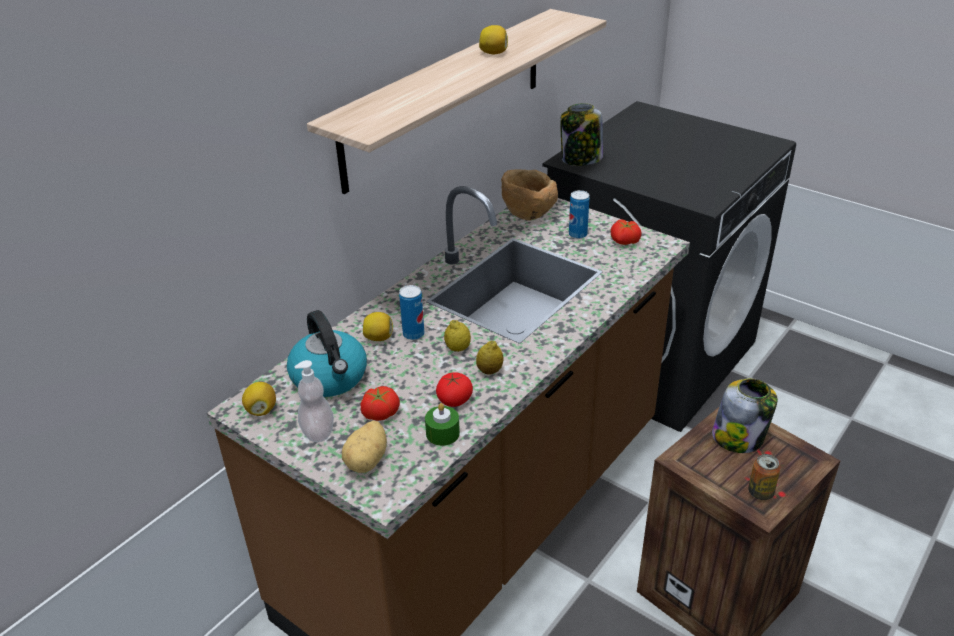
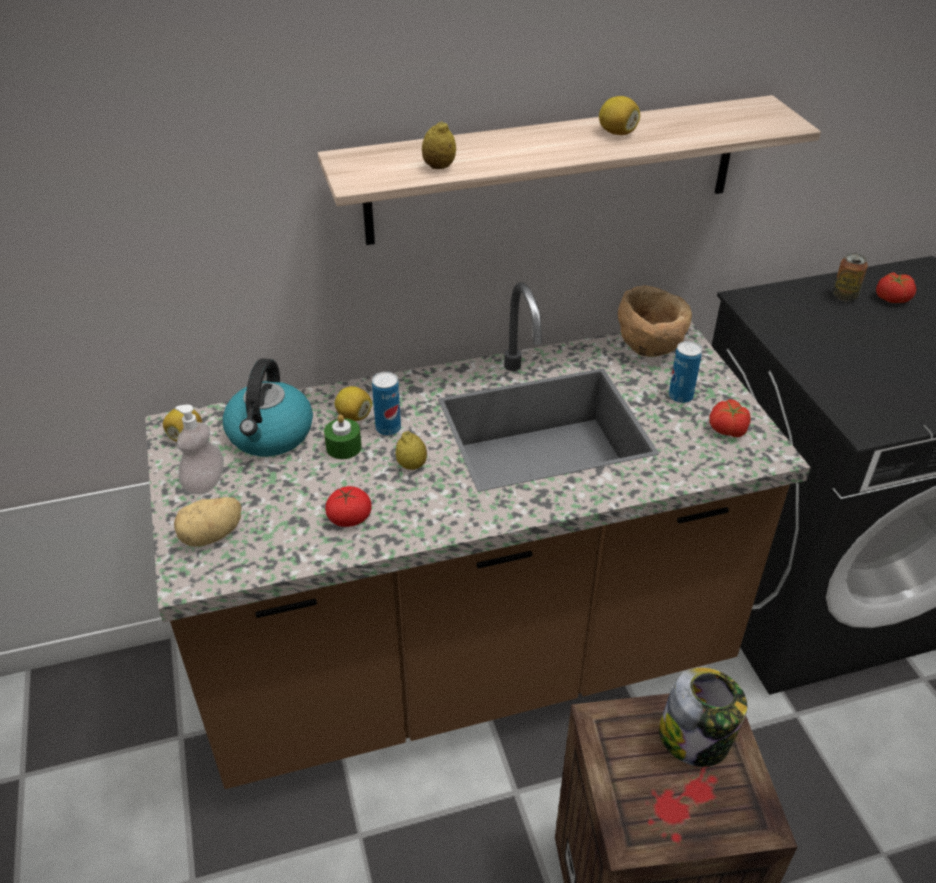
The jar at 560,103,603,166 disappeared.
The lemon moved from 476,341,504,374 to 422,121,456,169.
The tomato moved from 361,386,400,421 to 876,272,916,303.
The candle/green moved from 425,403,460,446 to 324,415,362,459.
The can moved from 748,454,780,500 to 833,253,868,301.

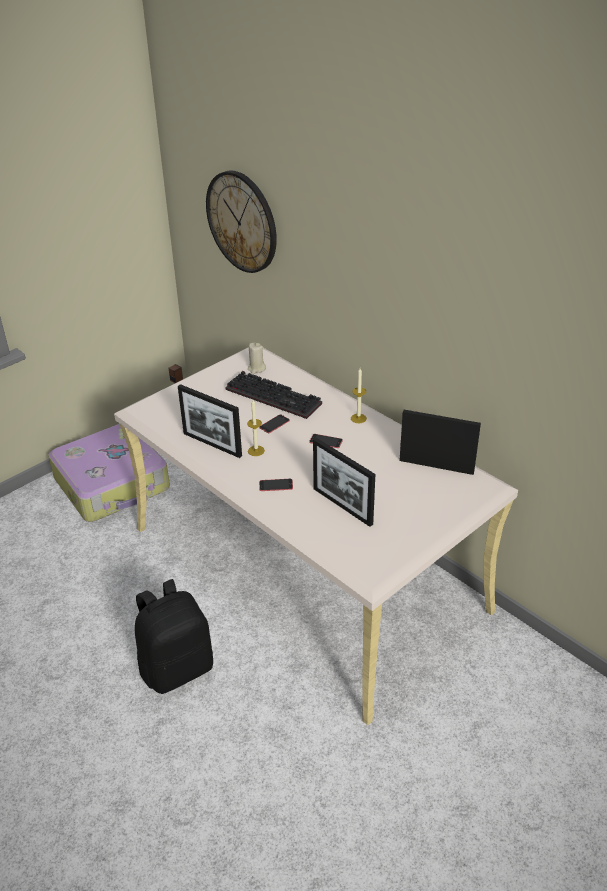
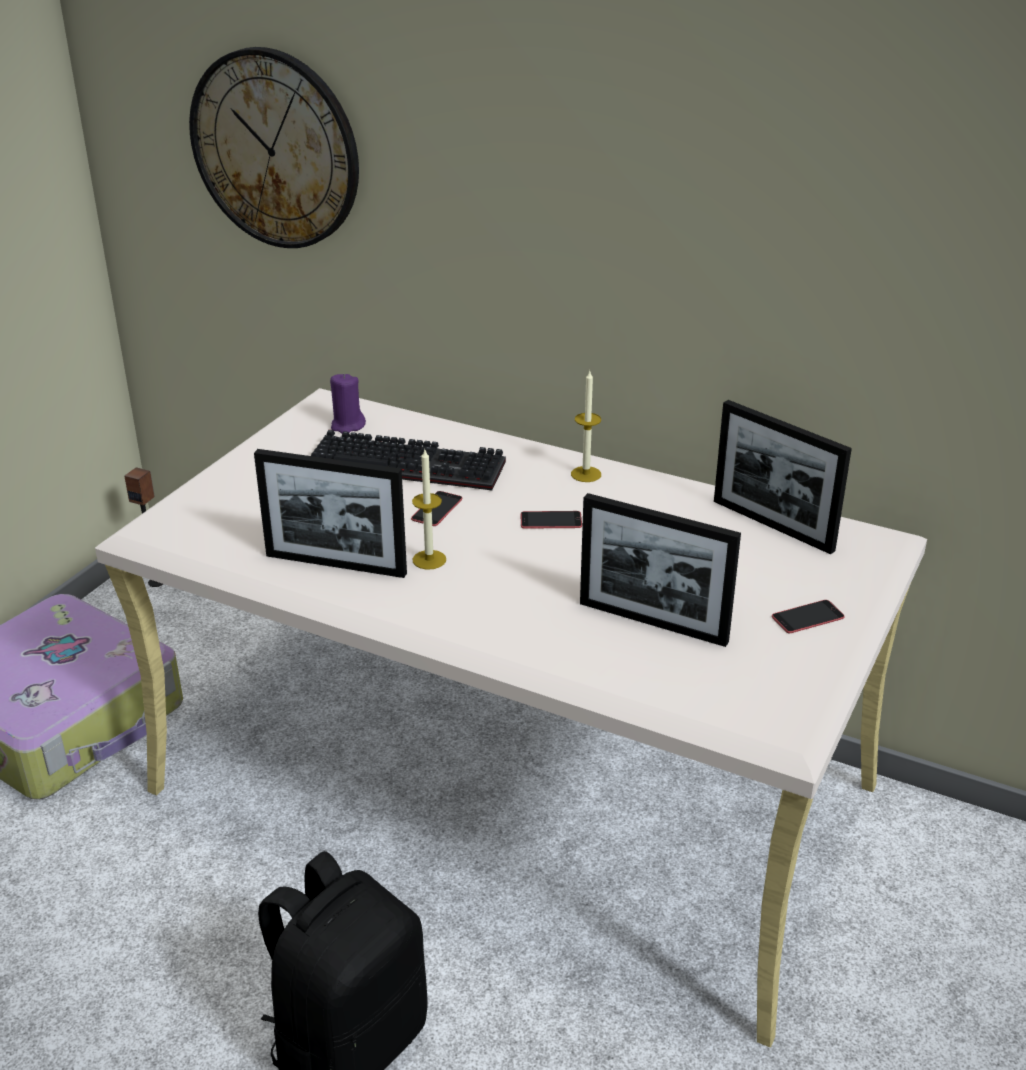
The candle/beige at 248,343,266,374 became the candle/purple at 330,373,366,434.
The picture frame at 399,410,481,475 turned 135 degrees counterclockwise.
The phone moved from 259,479,293,491 to 772,600,845,633.

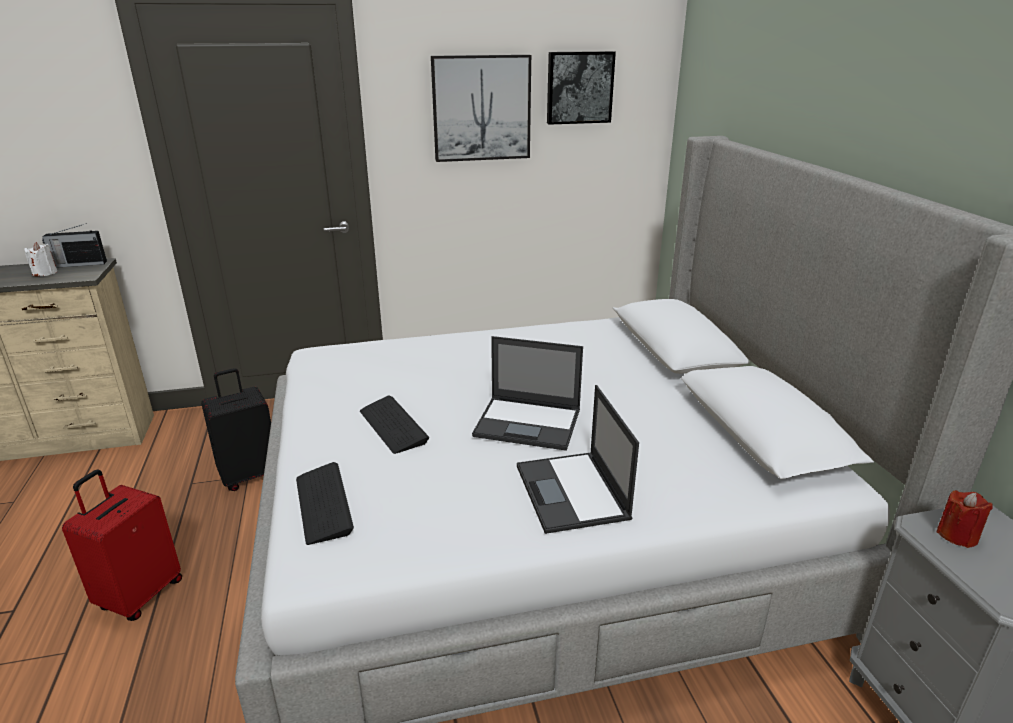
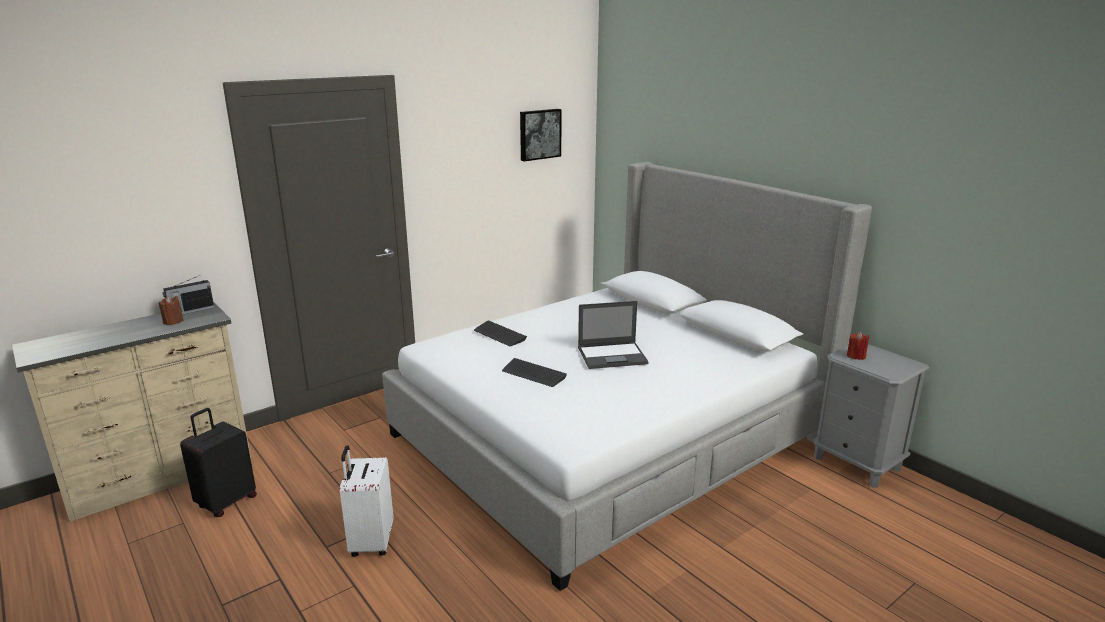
The picture at 431,55,531,162 disappeared.
The candle/white at 24,242,57,276 became the candle/brown at 159,296,184,325.
The suitcase/black moved from 201,368,271,491 to 180,408,257,517.
The laptop at 517,385,639,534 disappeared.
The keyboard moved from 296,462,354,545 to 474,320,527,346.
The suitcase/red at 62,470,182,621 became the suitcase/white at 340,445,393,557.

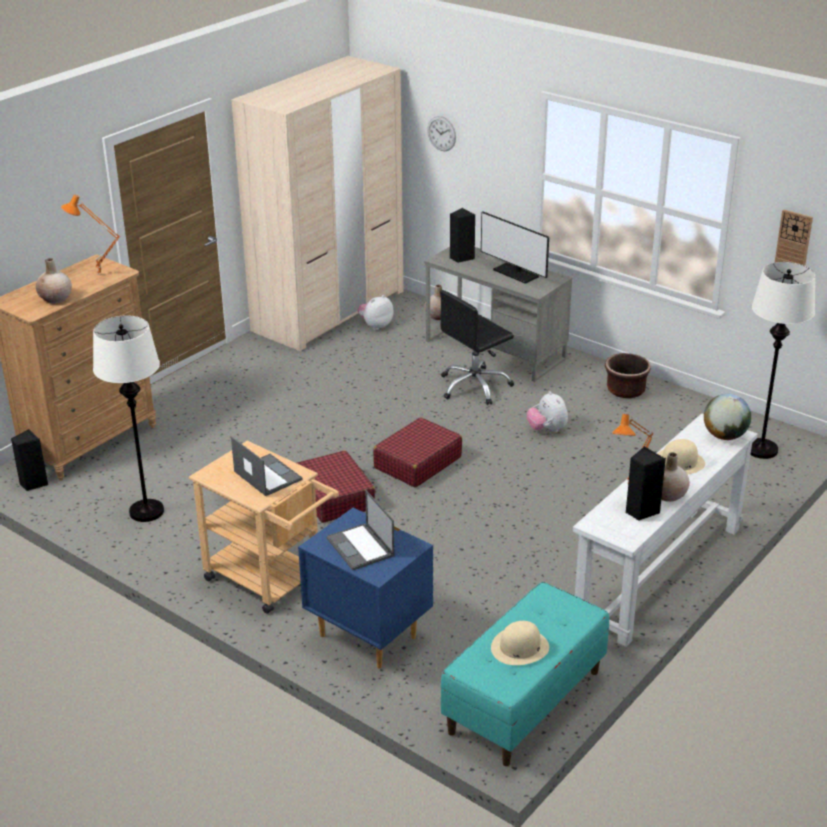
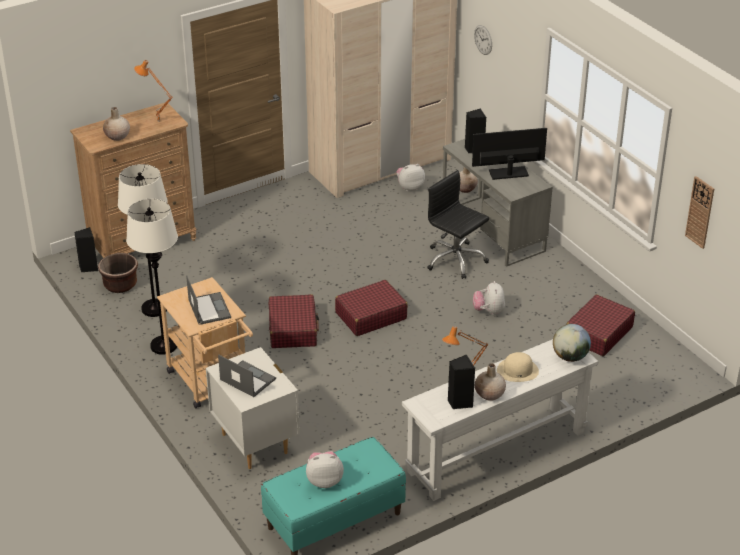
The monitor at 481,211,549,284 turned 105 degrees clockwise.
The floor lamp/white moved from 750,262,815,459 to 126,199,178,355.
The office chair/black at 440,290,514,405 turned 60 degrees clockwise.
The planter/brown moved from 605,353,651,398 to 98,253,138,293.
The laptop at 326,490,394,570 turned 135 degrees clockwise.
The nightstand/blue at 298,507,433,669 became the nightstand/white at 206,347,300,469.
The hat/beige at 491,621,549,665 was replaced by the plush toy at 306,451,344,488.
The suitcase/red at 566,295,635,356 appeared.

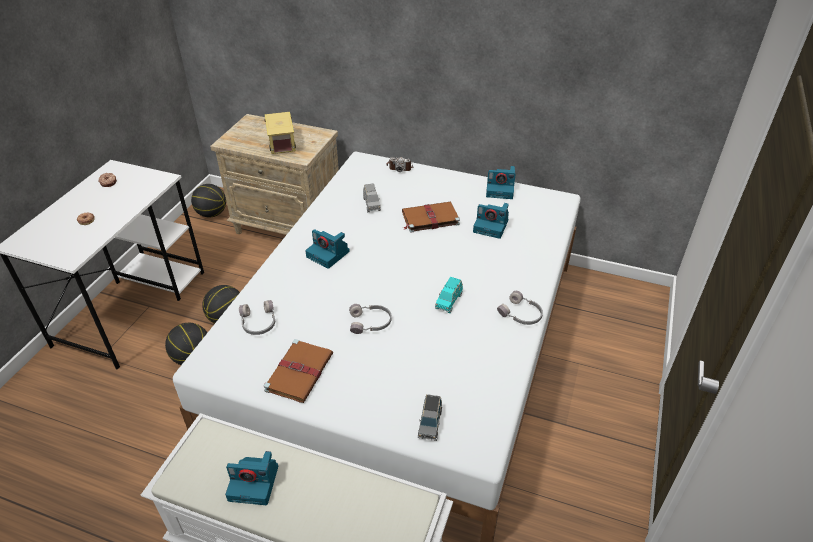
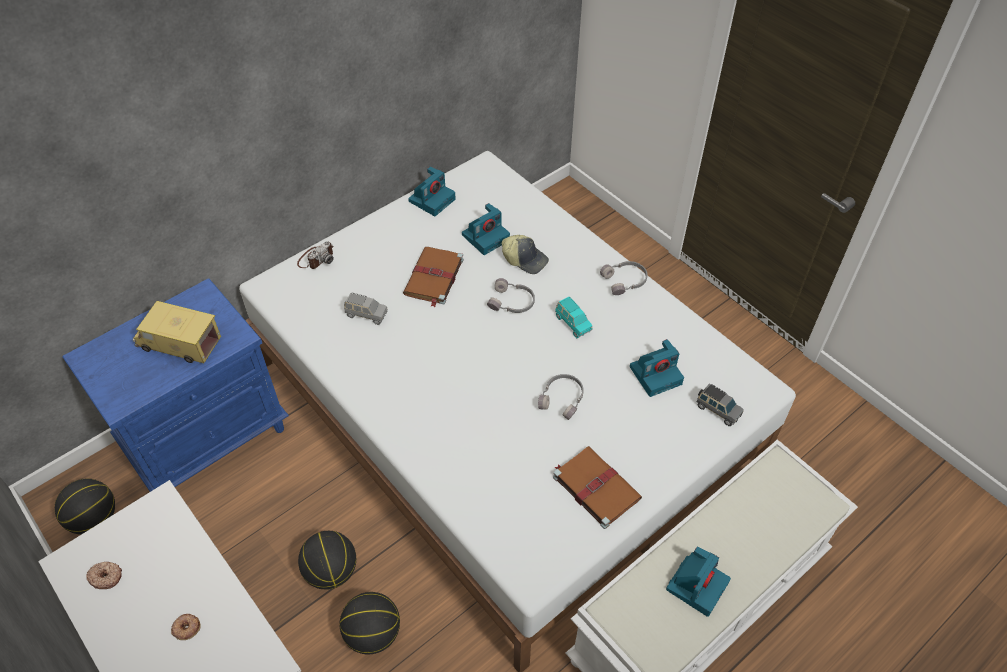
The nightstand/beige at 210,114,339,235 became the nightstand/blue at 62,278,289,492.
The photo camera moved from 305,229,350,269 to 630,339,684,397.
The headphones/grey moved from 239,300,275,335 to 487,278,535,313.
The cap at 502,235,549,274 appeared.

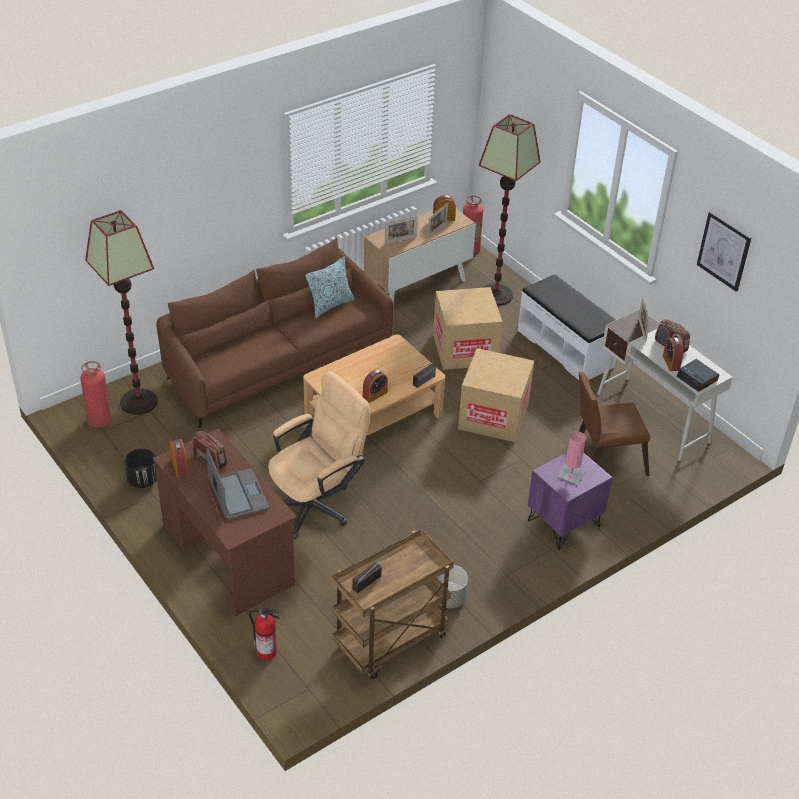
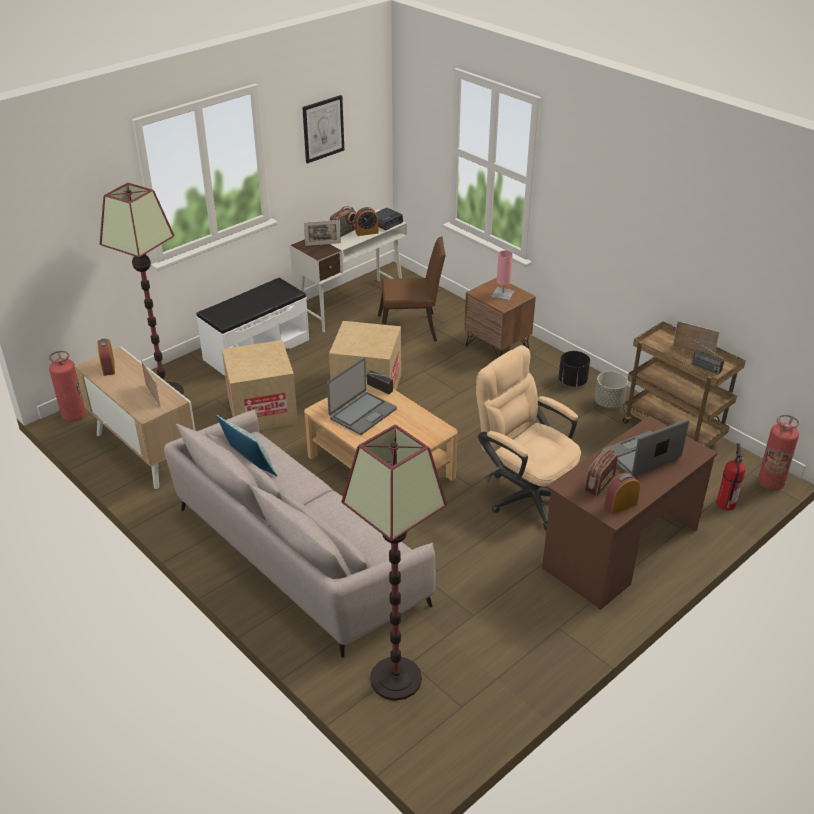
The picture frame moved from 428,203,448,239 to 673,321,720,356.
The sofa/brown at 156,238,394,428 became the sofa/grey at 164,409,435,658.
The fire extinguisher moved from 80,361,111,428 to 758,415,799,491.
The alarm clock at 363,370,388,403 disappeared.
The chair/brown at 578,372,650,476 turned 75 degrees counterclockwise.
The planter/black moved from 124,449,157,488 to 558,351,590,387.
The nightstand/purple at 528,452,612,550 became the nightstand/brown at 464,277,536,358.
The laptop at 327,358,397,435 appeared.

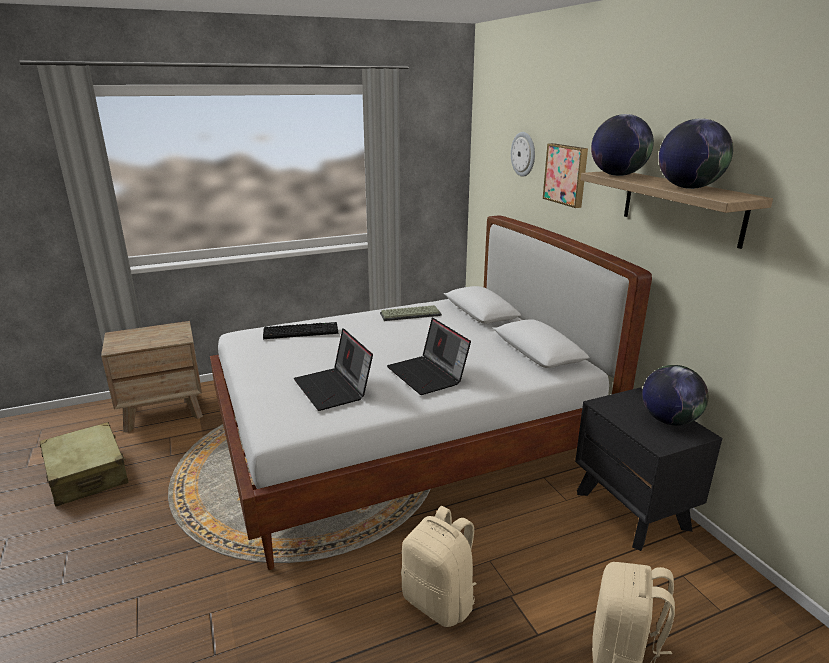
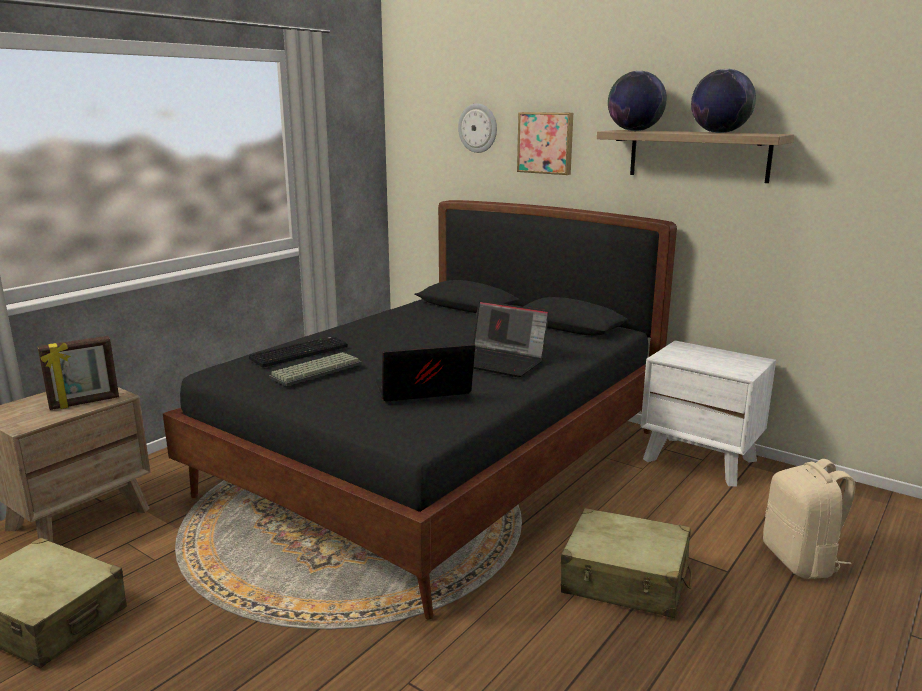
The bed/white at 210,215,652,570 became the bed/black at 163,200,677,620.
The keyboard moved from 380,305,442,321 to 269,352,362,386.
The laptop at 294,328,373,411 turned 135 degrees clockwise.
The globe at 642,365,708,426 disappeared.
The nightstand/black at 575,388,722,551 became the nightstand/white at 641,340,776,487.
The backpack/beige at 401,506,476,627 was replaced by the suitcase/beige at 561,508,692,618.
The picture frame at 37,336,119,410 appeared.

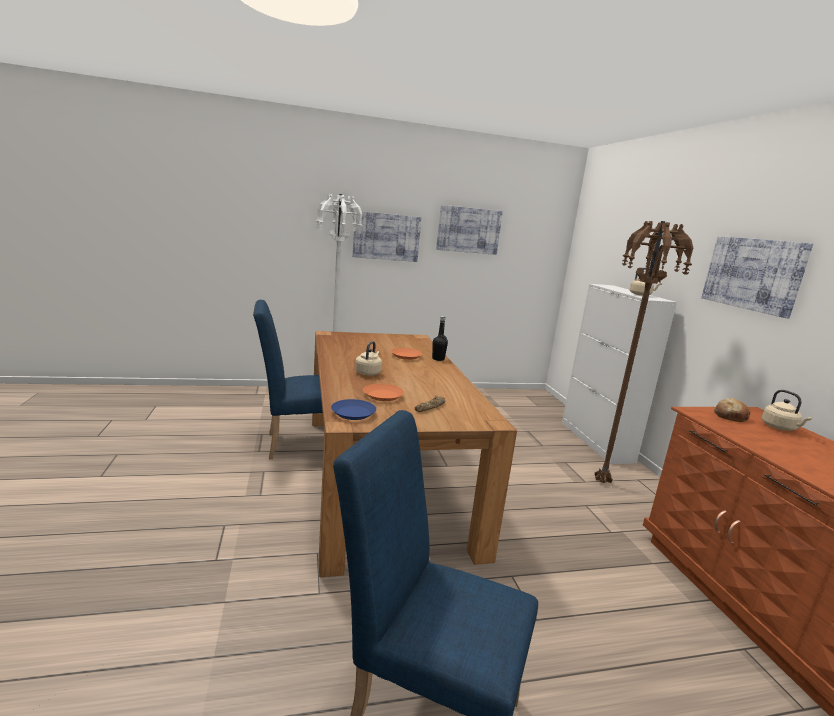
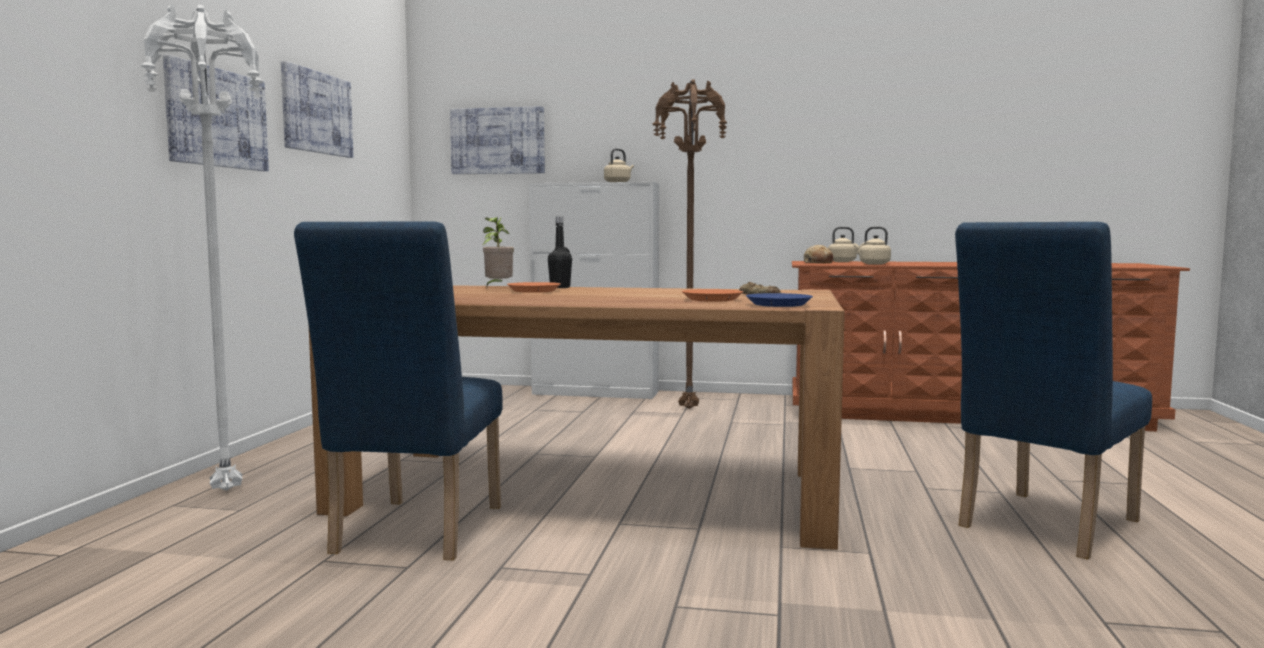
The picture moved from 701,236,813,318 to 450,106,545,174.
The kettle/beige moved from 355,341,382,376 to 854,226,891,265.
The potted plant at 483,217,514,286 appeared.

